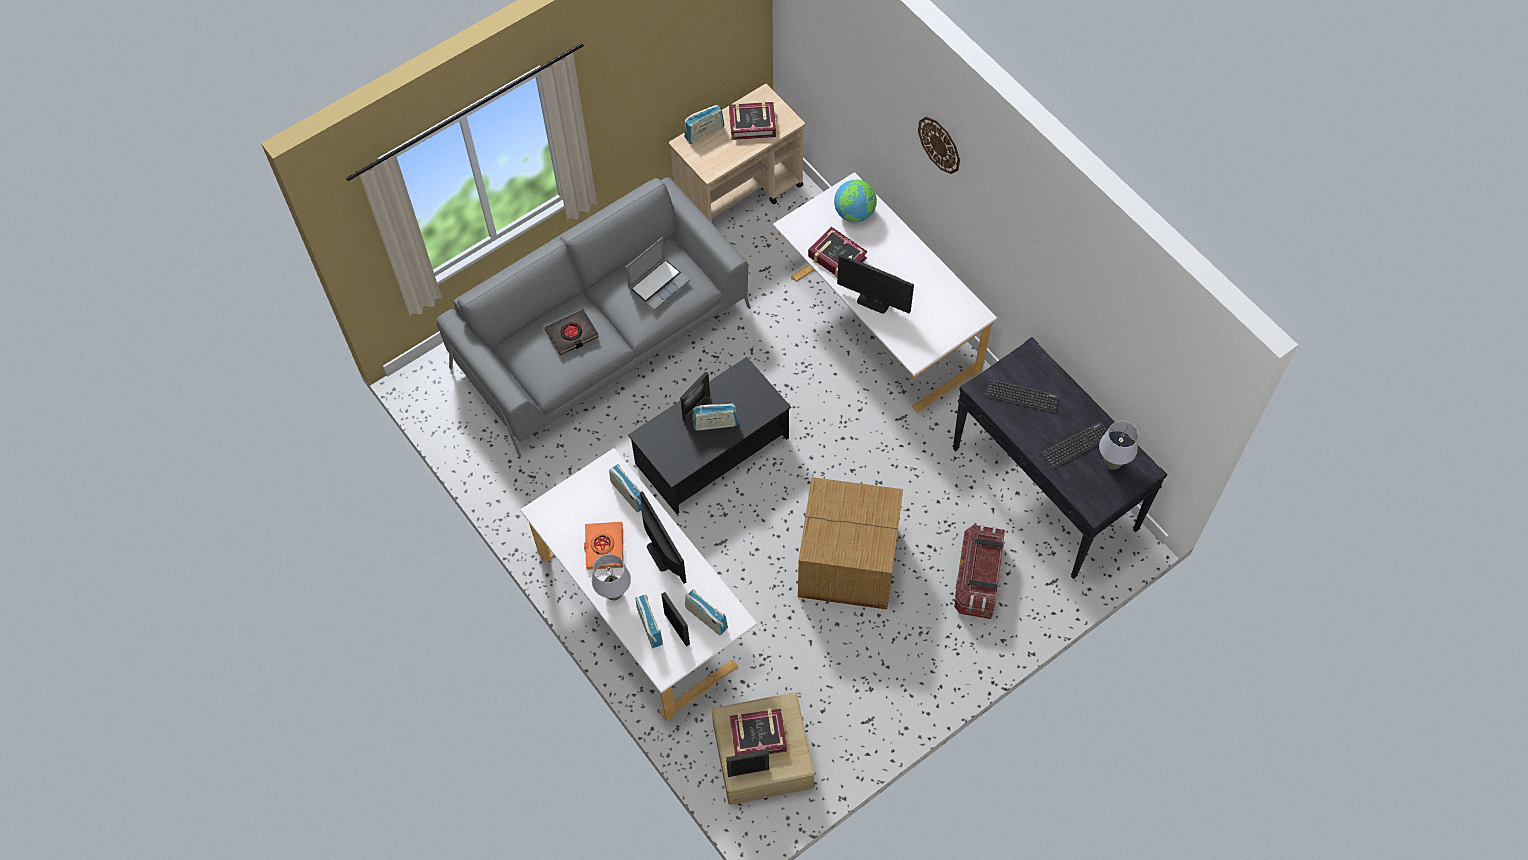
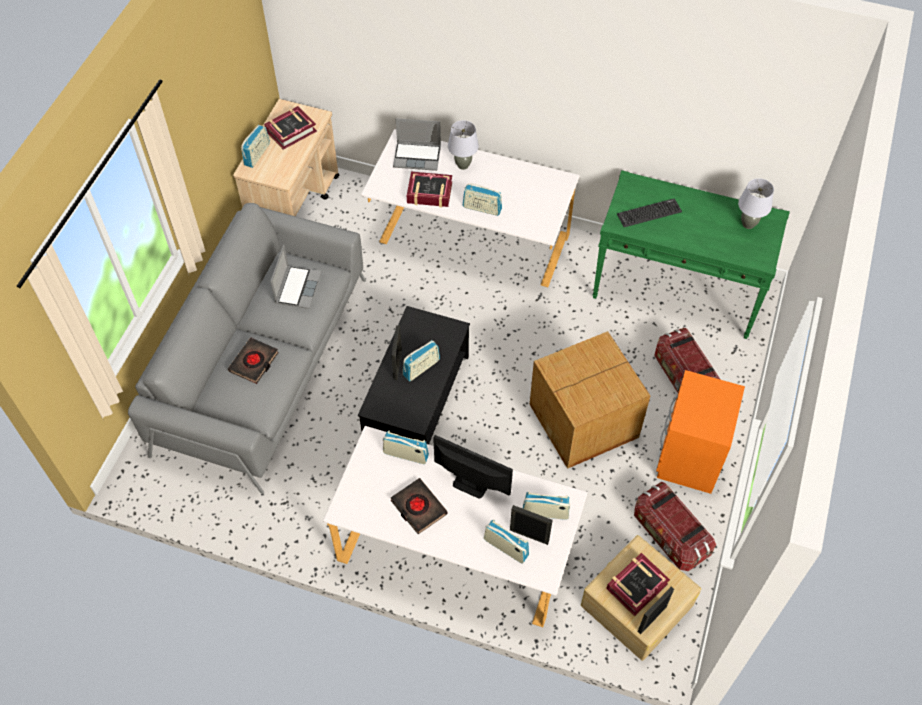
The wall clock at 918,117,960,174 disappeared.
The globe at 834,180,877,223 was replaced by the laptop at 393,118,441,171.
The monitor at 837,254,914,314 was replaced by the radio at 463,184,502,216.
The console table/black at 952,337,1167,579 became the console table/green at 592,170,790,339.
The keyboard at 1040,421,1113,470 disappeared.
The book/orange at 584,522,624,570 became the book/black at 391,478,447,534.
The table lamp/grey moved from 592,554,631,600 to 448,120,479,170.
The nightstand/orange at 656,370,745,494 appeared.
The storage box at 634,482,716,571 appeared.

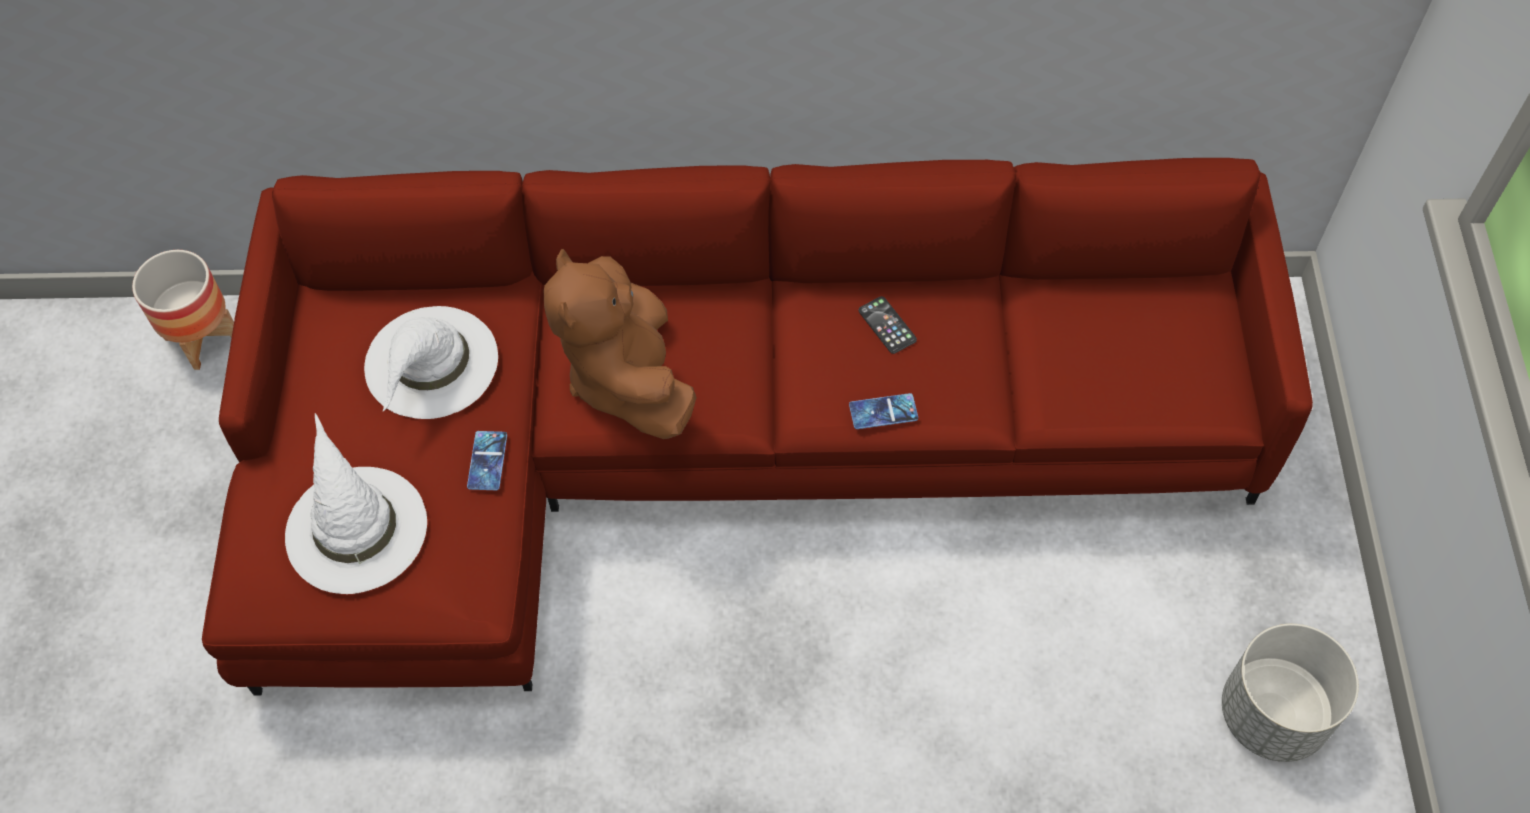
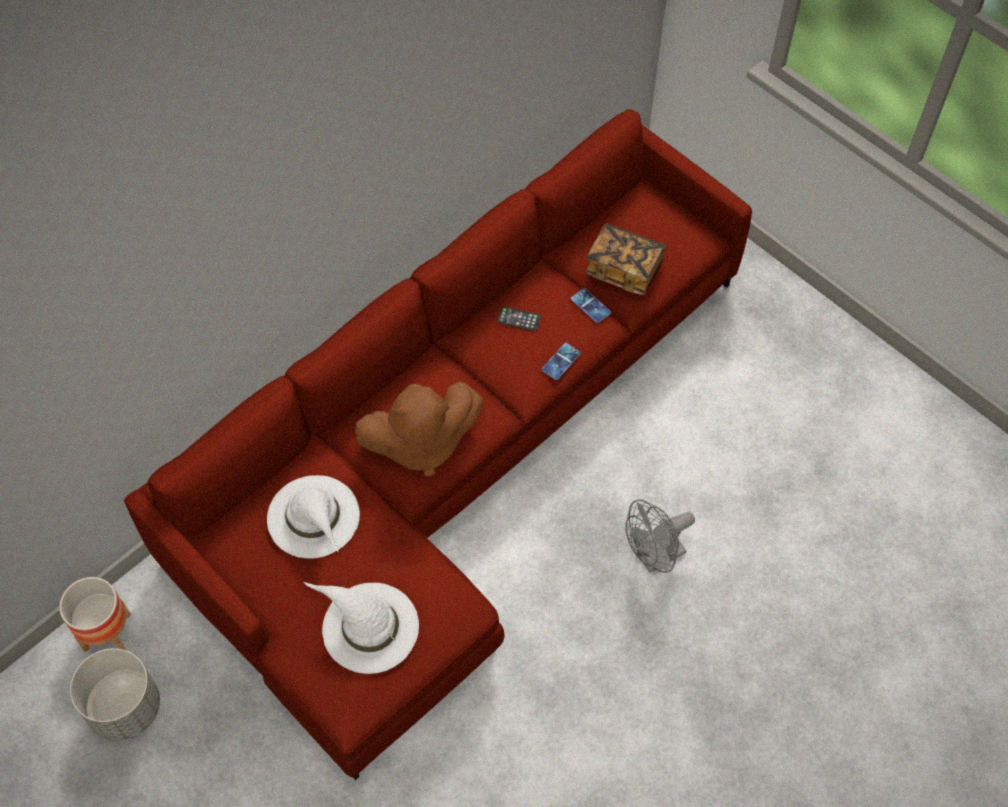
The plush toy/brown at 544,249,697,439 turned 45 degrees counterclockwise.
The phone moved from 467,431,507,490 to 571,288,611,323.
The planter/grey moved from 1222,624,1359,762 to 70,648,160,741.
The book at 584,223,667,295 appeared.
The fan/grey at 625,499,695,573 appeared.

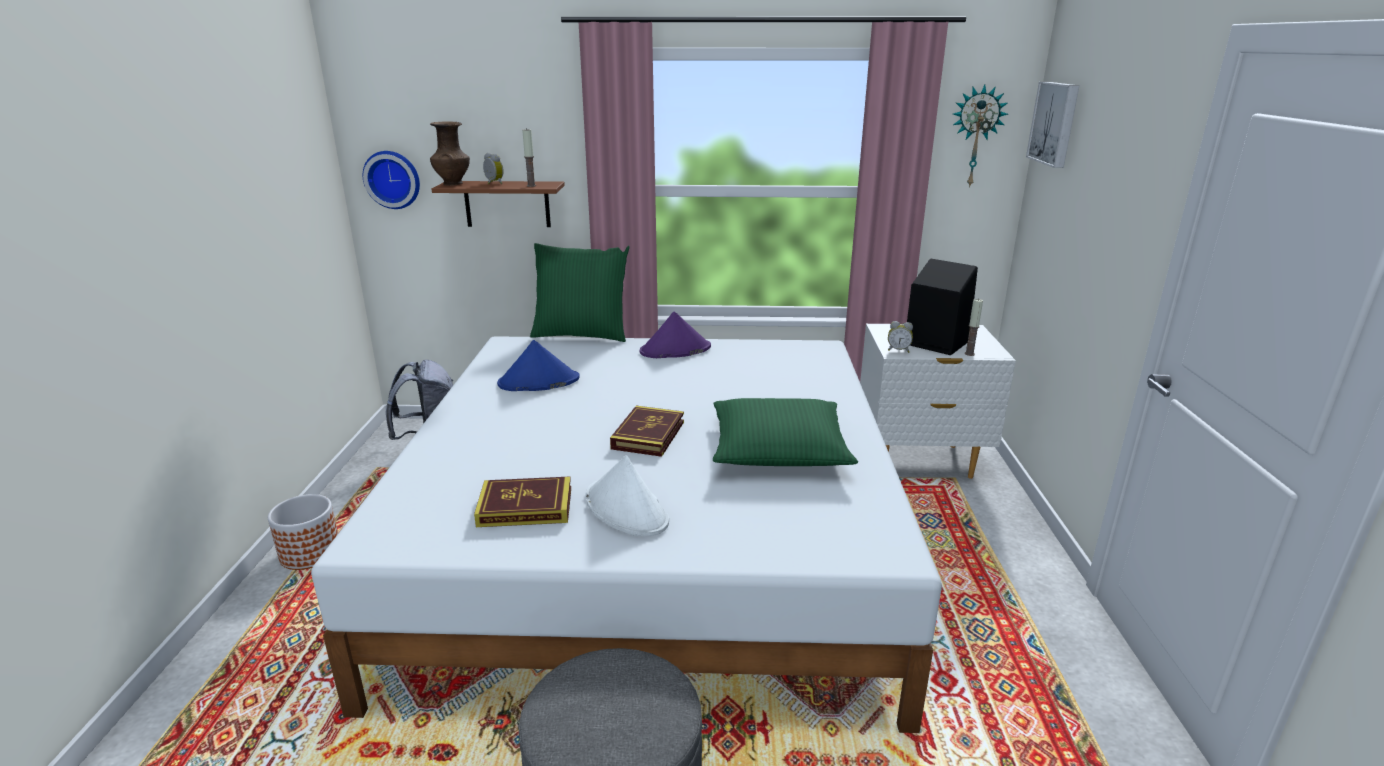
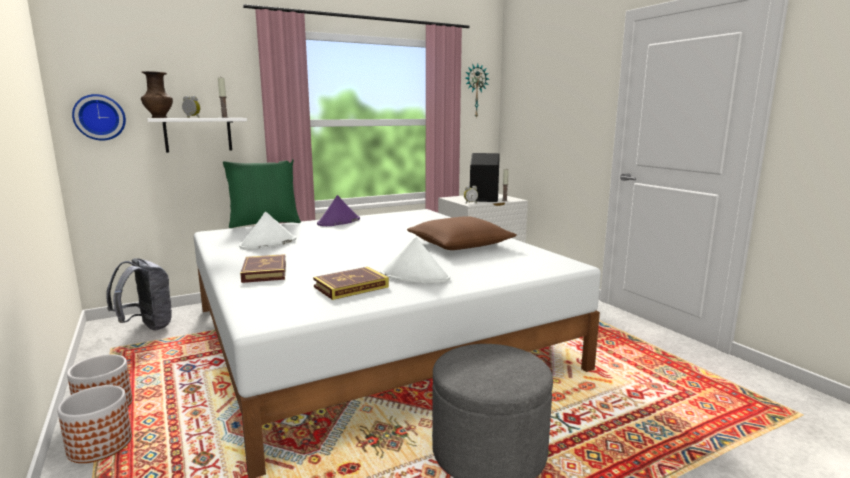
The picture at 1026,82,1080,168 disappeared.
The shelf/brown at 432,181,565,227 became the shelf/white at 148,118,247,153.
The hat/blue at 497,340,580,391 became the hat/white at 239,212,296,250.
The pillow/green at 713,398,858,466 became the pillow/brown at 407,216,517,250.
The book moved from 610,406,684,457 to 240,254,286,283.
The planter at 57,385,132,463 appeared.

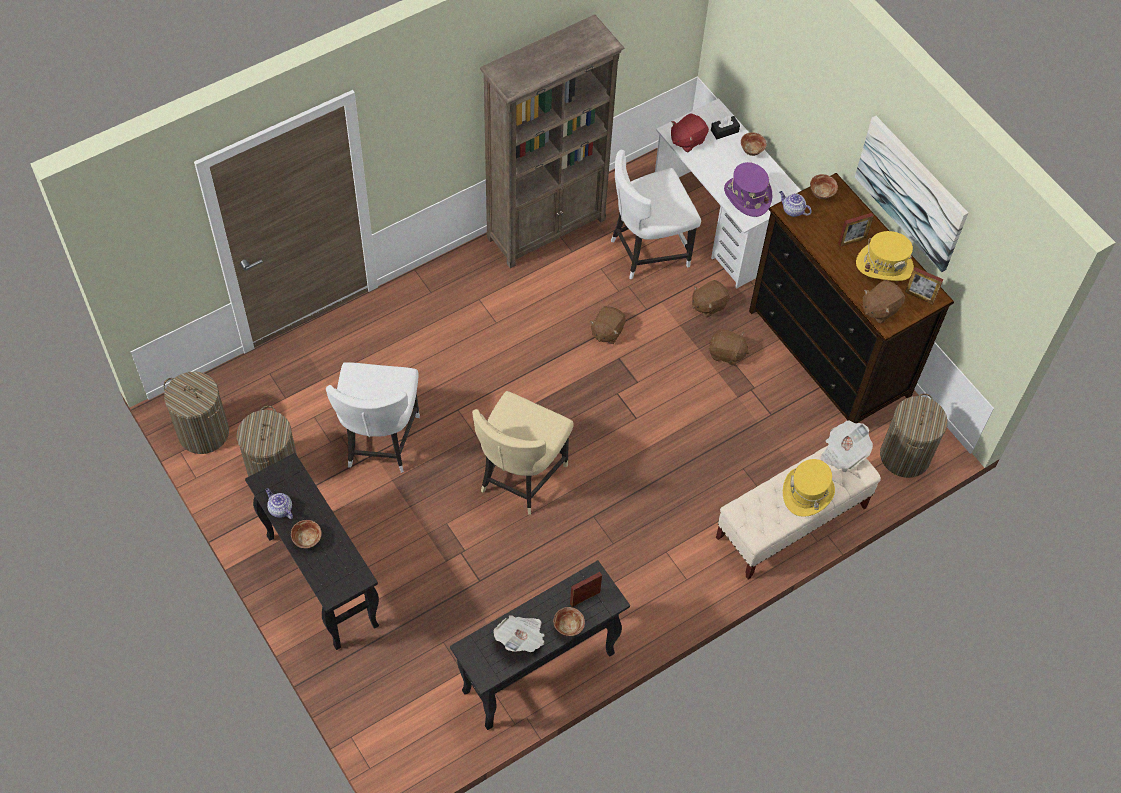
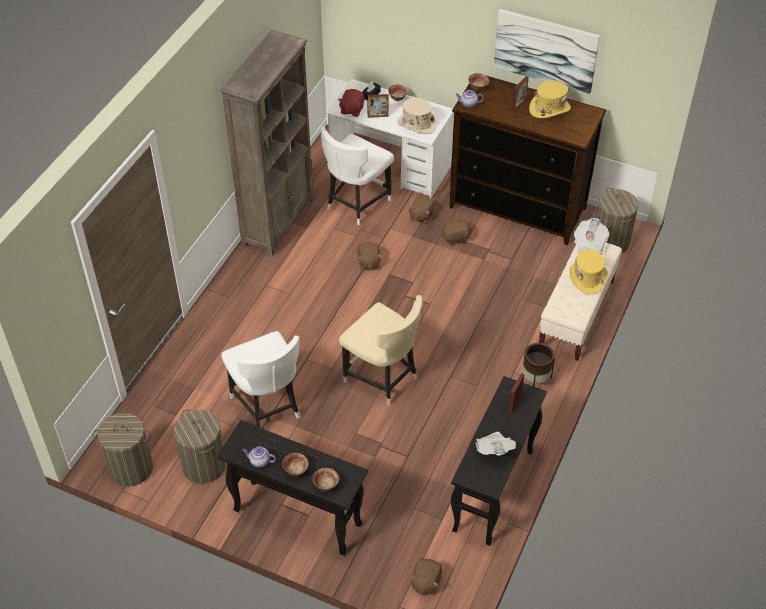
The hat/purple at 724,162,772,217 became the hat/beige at 397,98,436,134.
The picture frame moved from 905,267,943,304 to 367,94,389,118.
The plush toy/brown moved from 862,280,905,324 to 409,558,442,596.
The chair/beige at 472,391,574,515 turned 45 degrees counterclockwise.
The bowl moved from 553,607,585,636 to 313,468,339,491.
The planter/brown at 522,343,555,386 appeared.

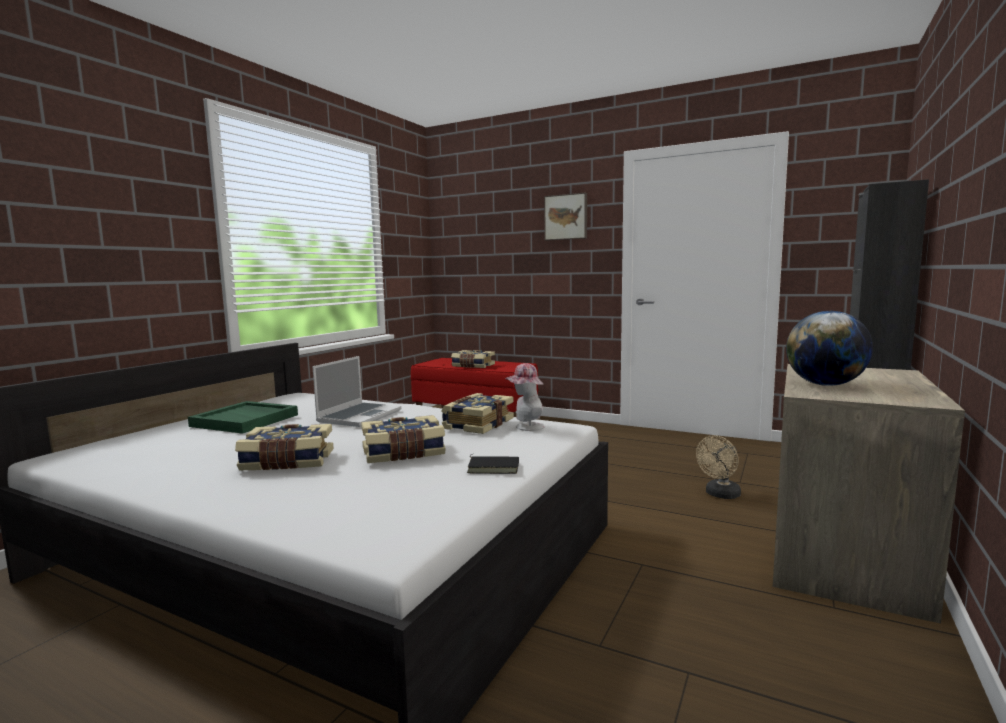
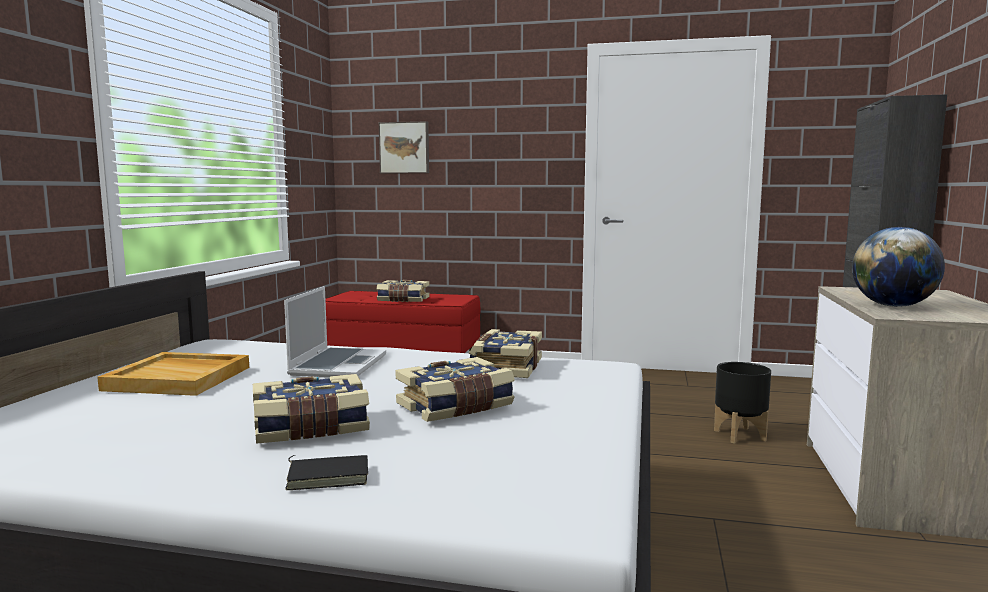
The picture moved from 544,193,587,240 to 379,121,429,173.
The hat at 506,363,545,431 disappeared.
The tray/green at 188,401,298,434 became the tray/beige at 97,352,249,396.
The fan/beige at 696,435,741,499 was replaced by the planter/black at 714,362,771,444.
The book/black moved from 467,454,519,474 to 285,455,368,490.

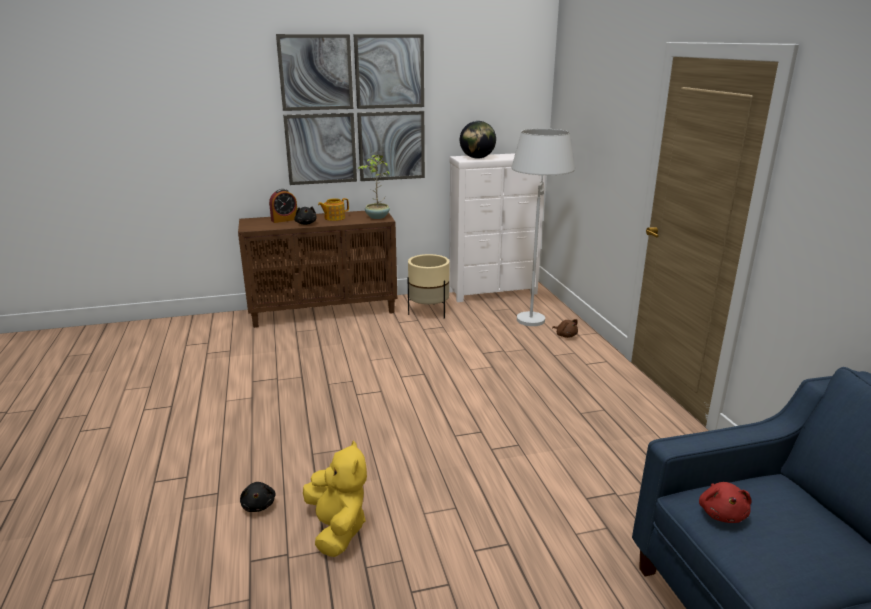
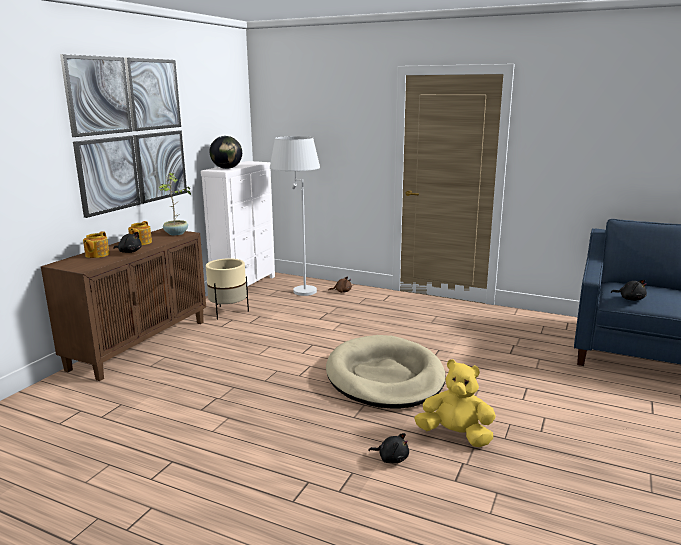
The alarm clock at 269,189,297,223 was replaced by the teapot at 83,231,110,258.
The plush toy/red at 699,482,752,523 became the plush toy/black at 611,280,647,301.
The dog bed/beige at 326,335,445,408 appeared.

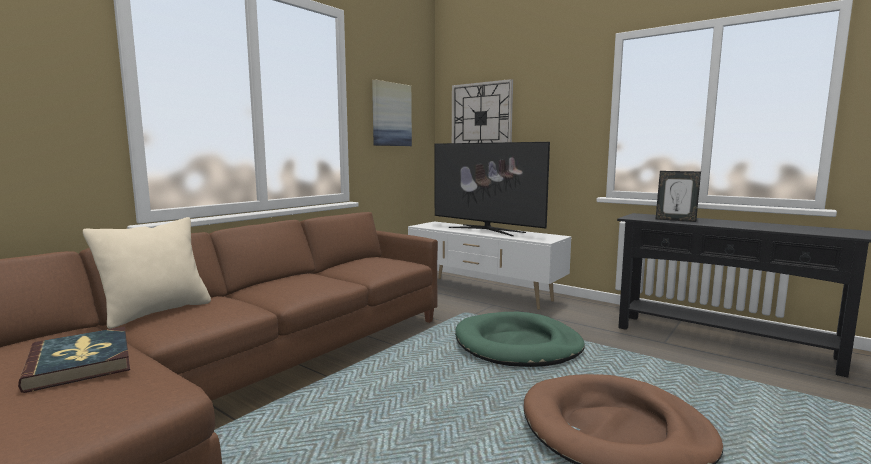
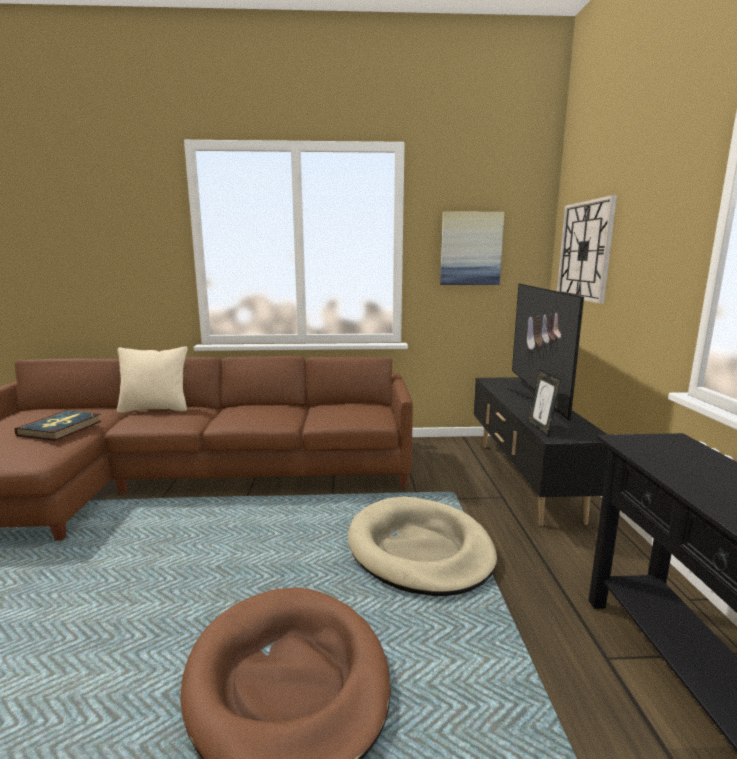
The picture frame moved from 656,171,701,222 to 528,369,561,436.
The tv stand/white at 408,221,571,310 became the tv stand/black at 474,377,609,526.
The dog bed/green at 455,312,585,367 became the dog bed/beige at 348,496,497,596.

